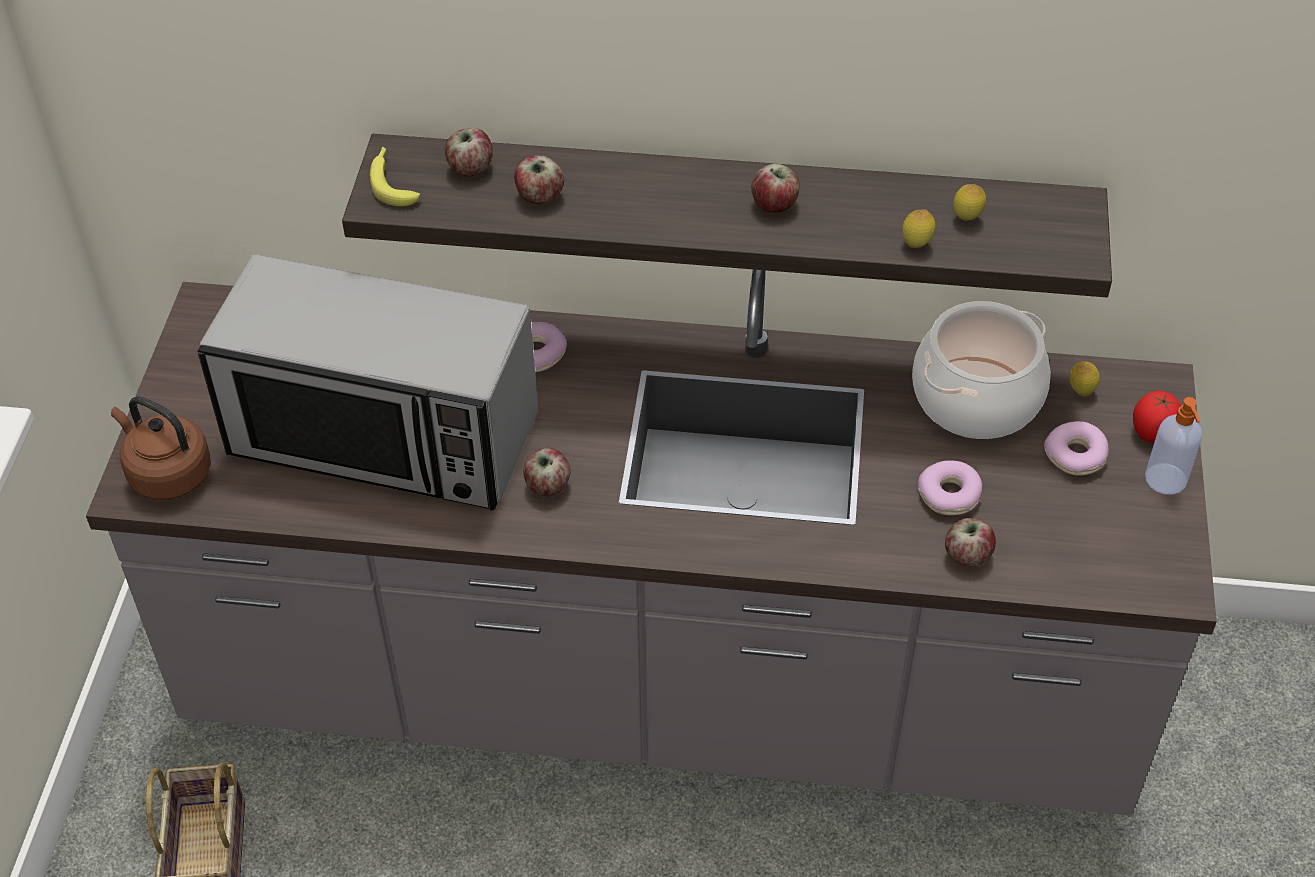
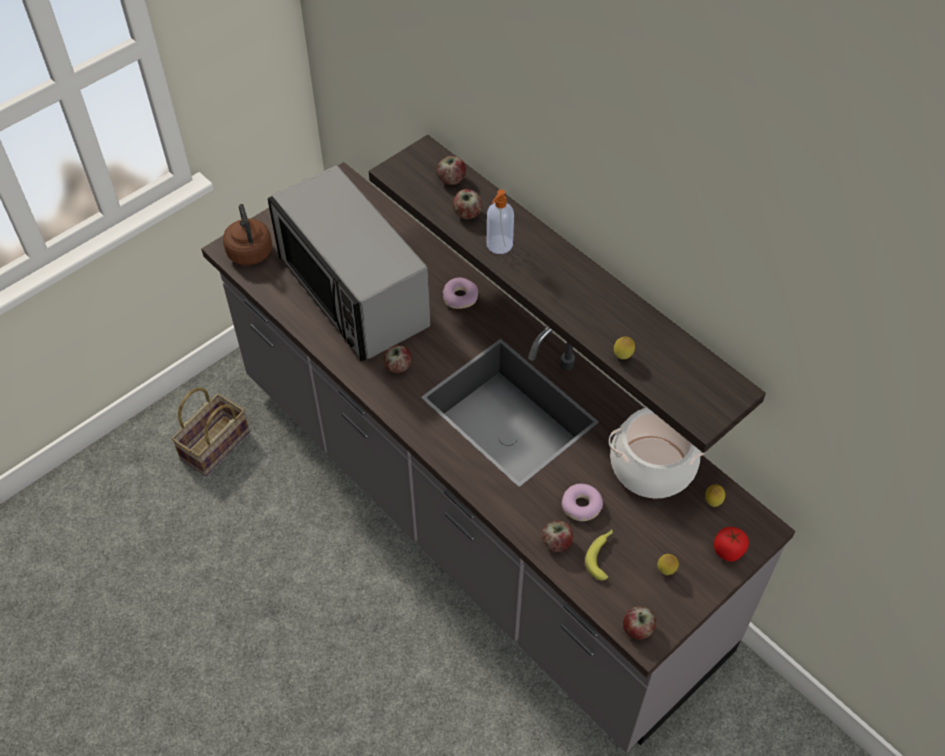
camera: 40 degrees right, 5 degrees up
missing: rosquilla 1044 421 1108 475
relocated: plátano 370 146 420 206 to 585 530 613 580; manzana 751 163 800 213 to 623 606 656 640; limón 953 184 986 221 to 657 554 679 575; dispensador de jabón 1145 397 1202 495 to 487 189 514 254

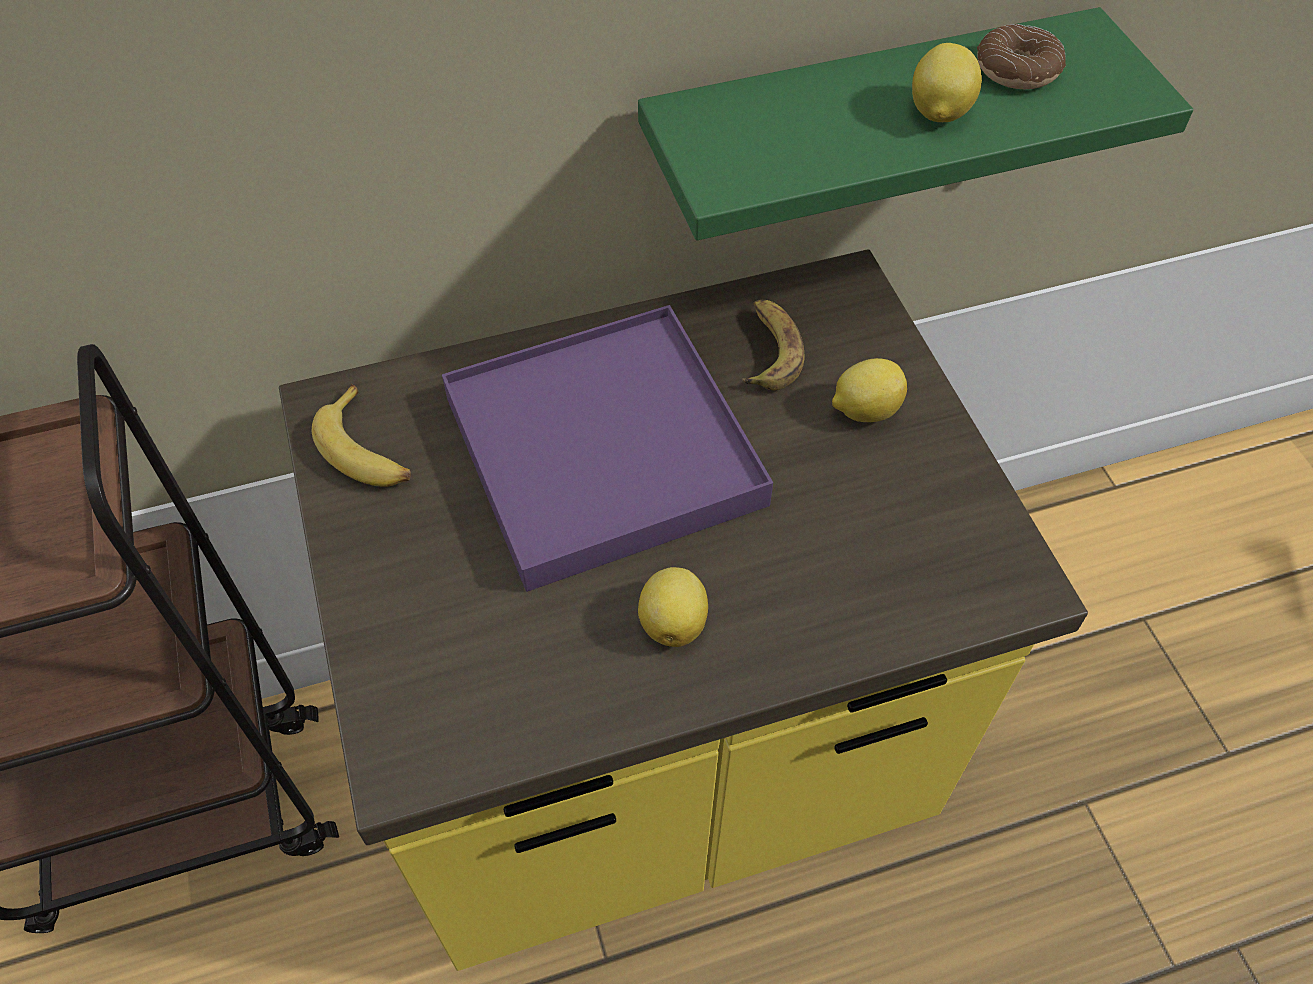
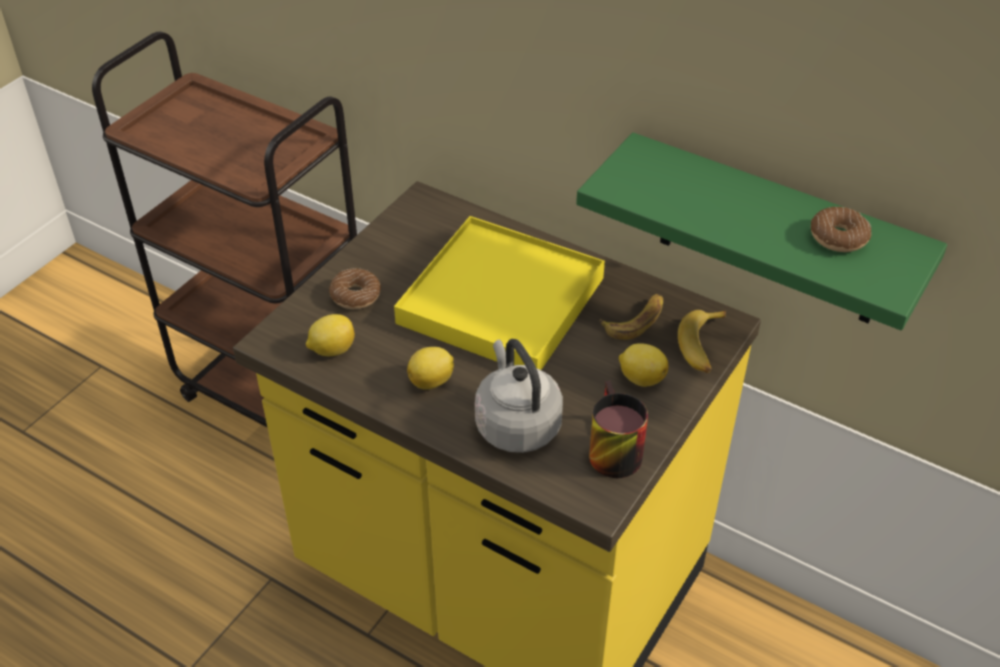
camera: 50 degrees right, 10 degrees down
appeared: rosquilla 329 268 381 309; hervidor (gris) 475 339 563 453; taza grande 589 381 648 478
relocated: plátano 312 384 411 487 to 678 310 726 373; limón 912 43 982 122 to 306 314 355 356
colour: bandeja (morado) 442 305 773 592 to bandeja (amarillo) 394 216 605 370

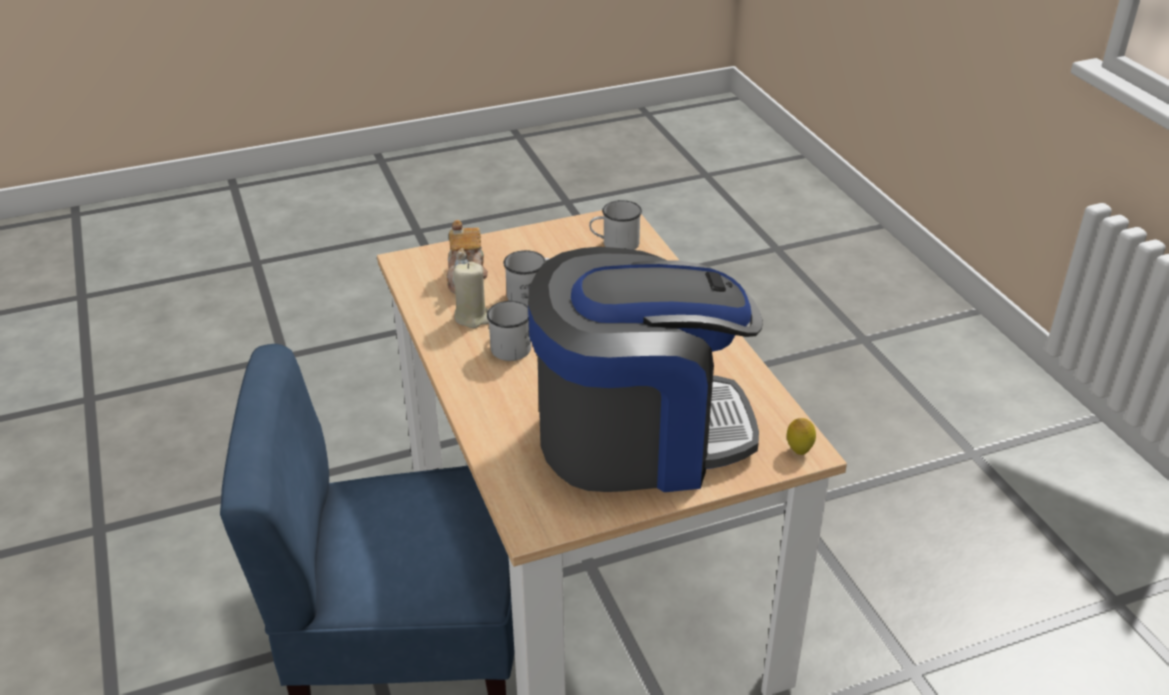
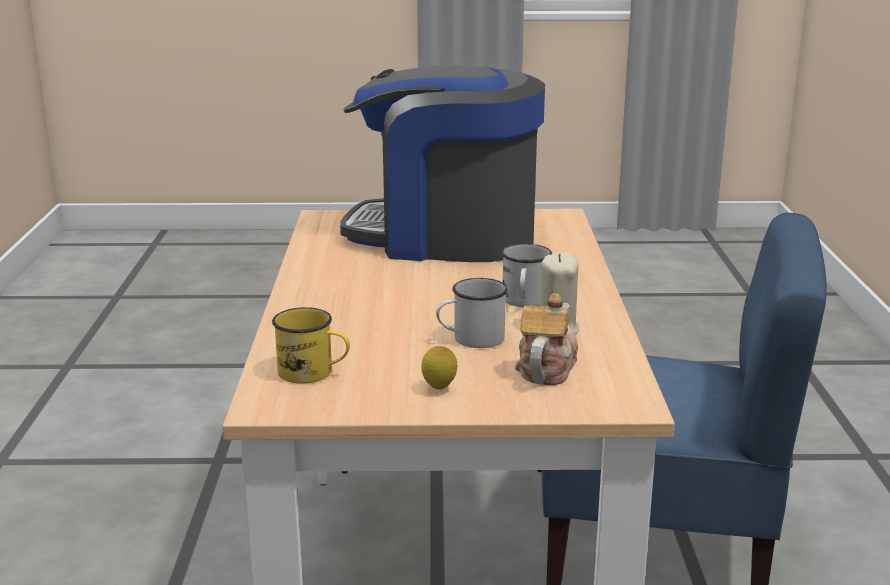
camera: 160 degrees left, 15 degrees down
relocated: limón 787 418 816 455 to 421 346 457 390
colour: taza grande (blanco) 589 200 642 250 to taza grande (amarillo) 272 307 350 384

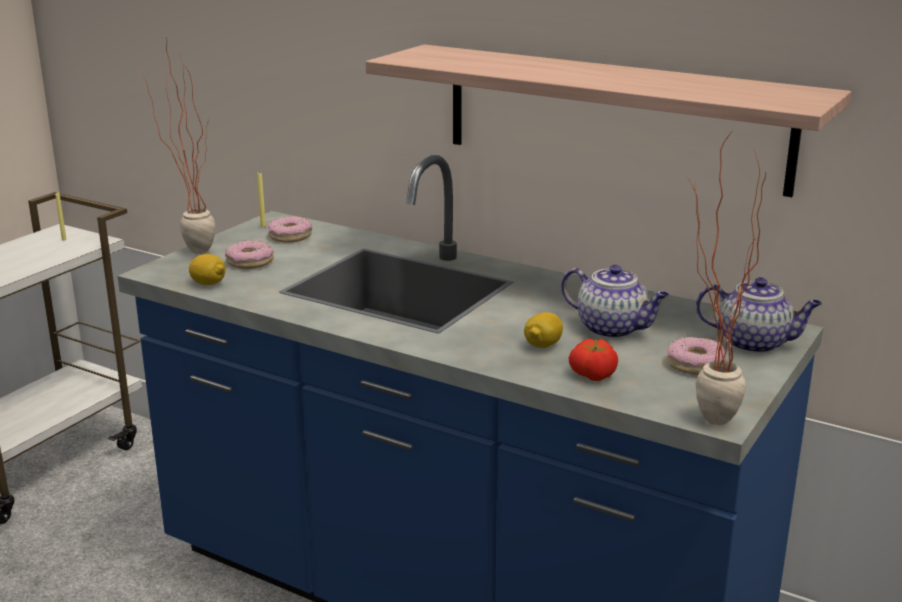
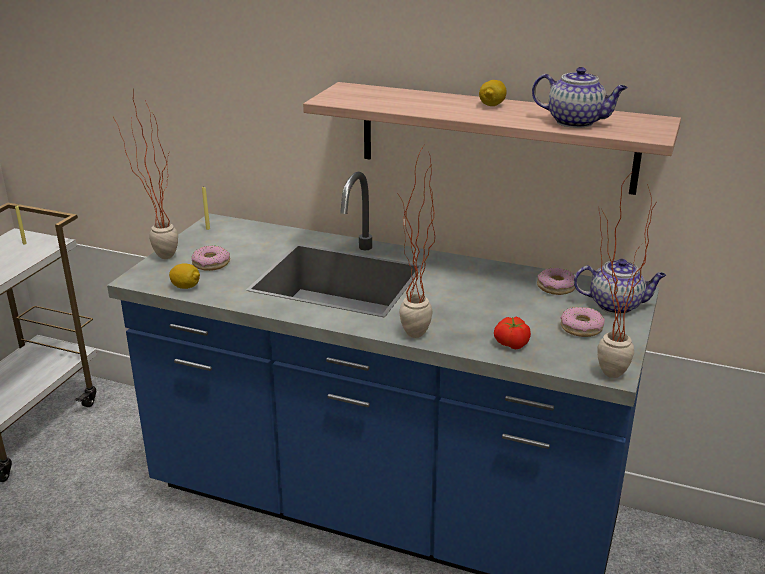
camera: 10 degrees left, 5 degrees up
appeared: planta en maceta 397 146 435 338
relocated: rosquilla 268 216 312 242 to 537 268 575 295; limón 524 312 563 348 to 479 80 506 106; tetera 561 265 669 338 to 532 67 628 128

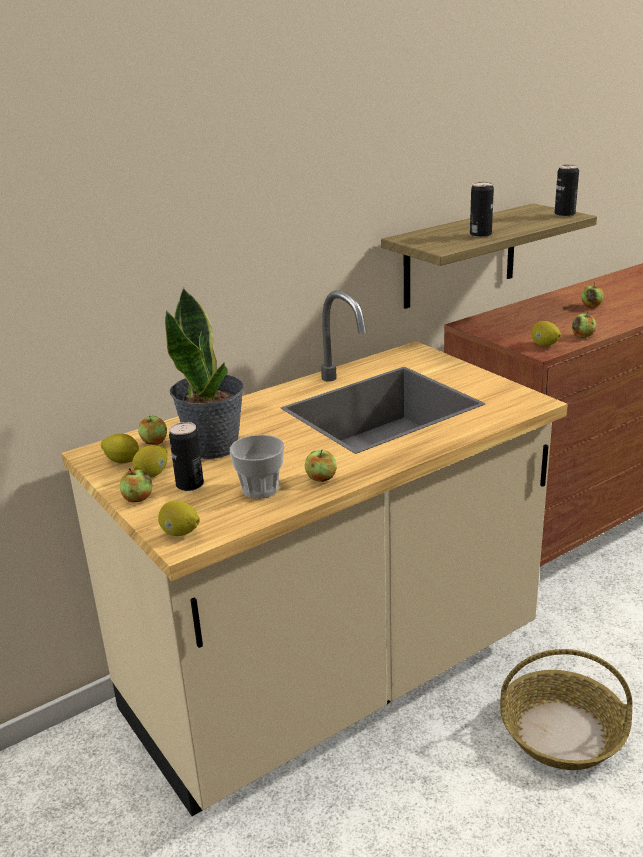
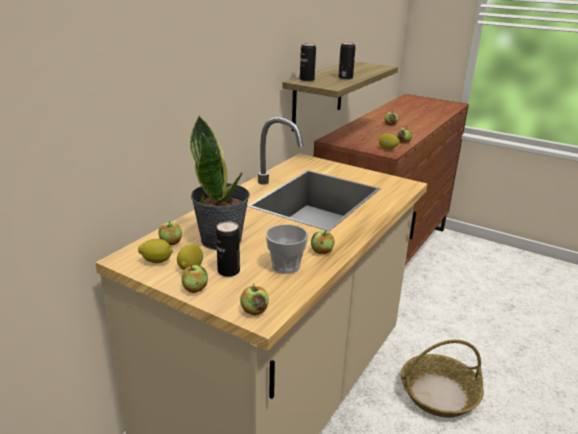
camera: 25 degrees left, 0 degrees up
relocated: lata 554 165 579 217 to 300 43 316 82
exchanged: limón 158 501 200 536 to manzana 240 284 269 315

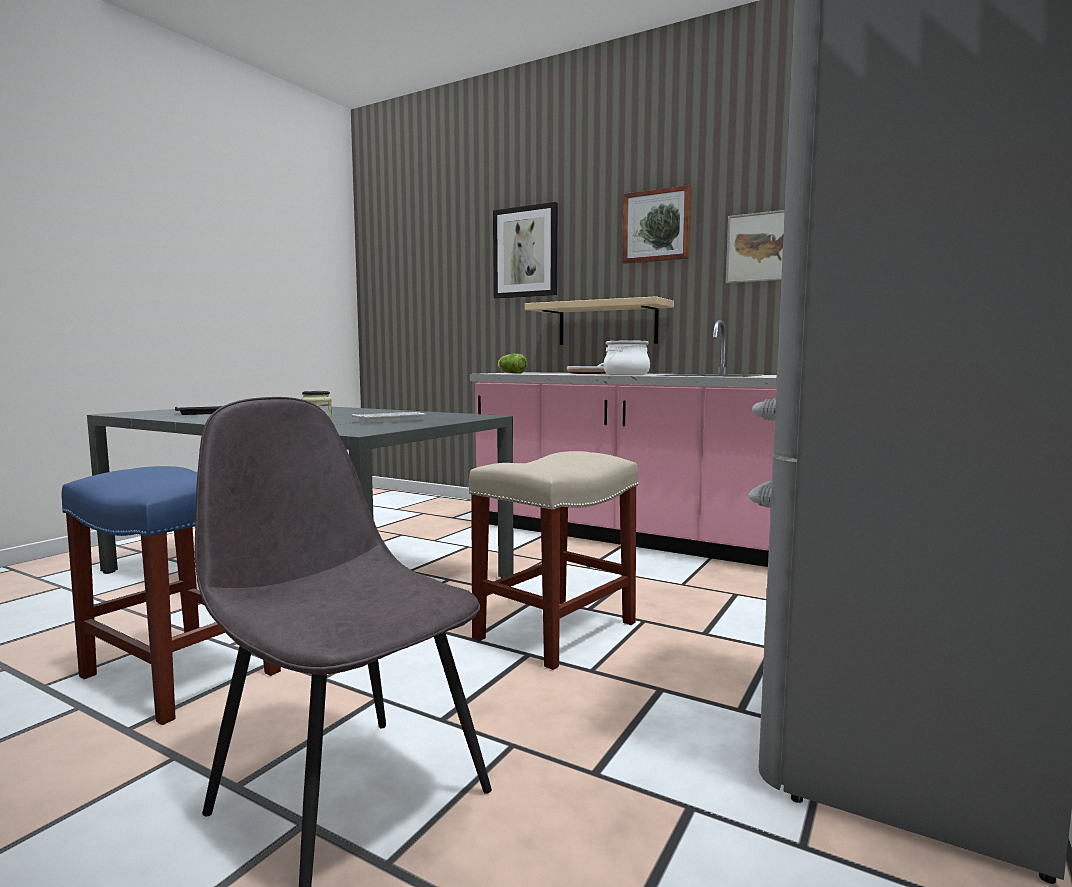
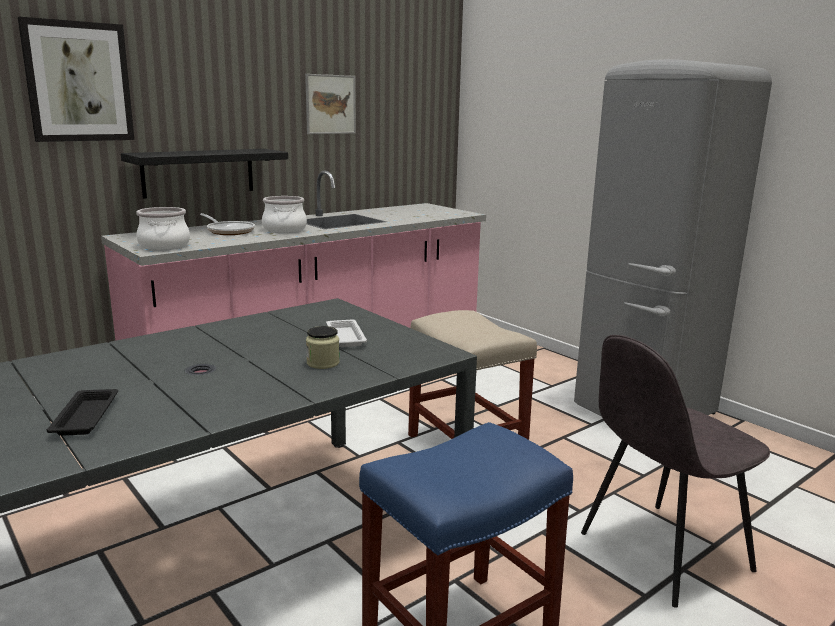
camera: 70 degrees left, 10 degrees up
missing: cuadro 622 185 692 264
exchanged: lechuga 498 354 527 374 to olla 136 207 190 250
colour: estante (beis) 525 296 674 345 to estante (negro) 121 149 288 199

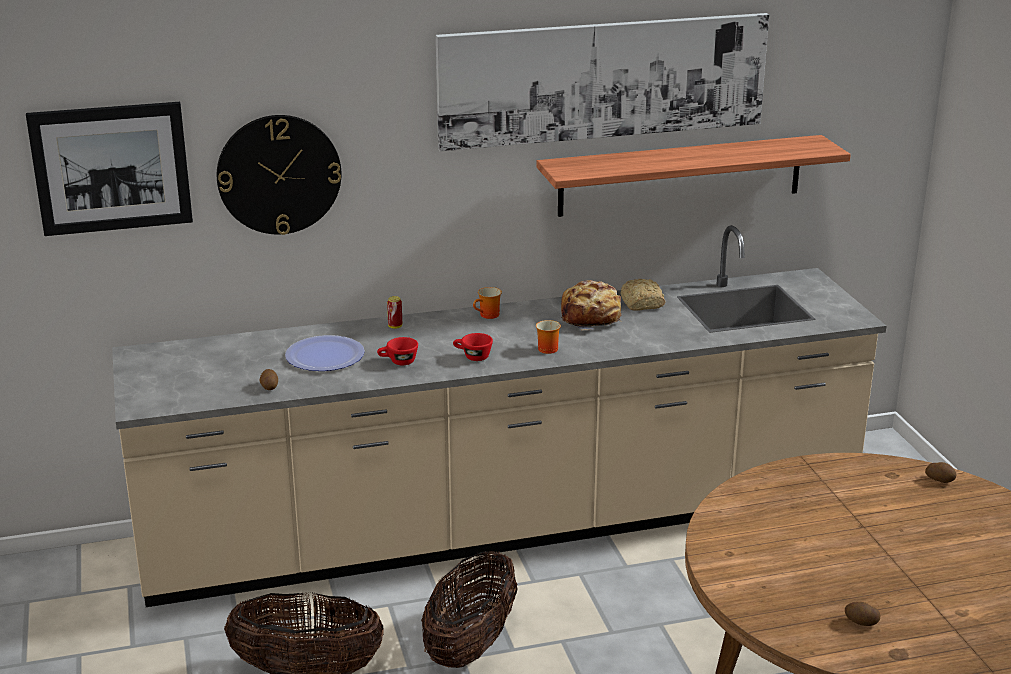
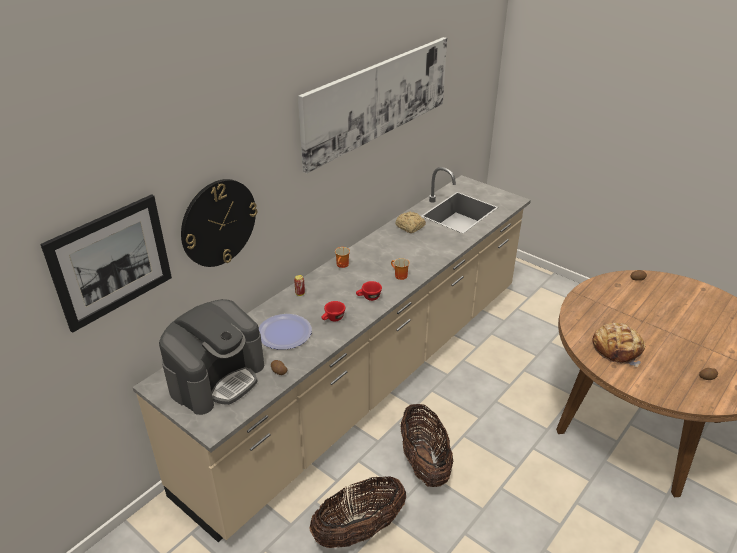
camera: 35 degrees left, 10 degrees up
missing: estante 536 135 851 217
appeared: cafetera 159 299 264 415
relocated: pan 561 280 622 331 to 592 323 645 367

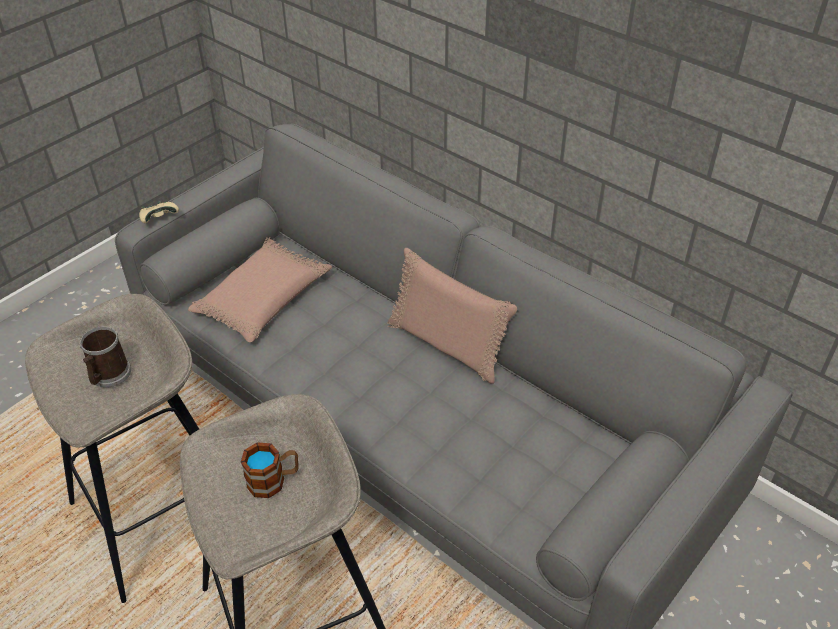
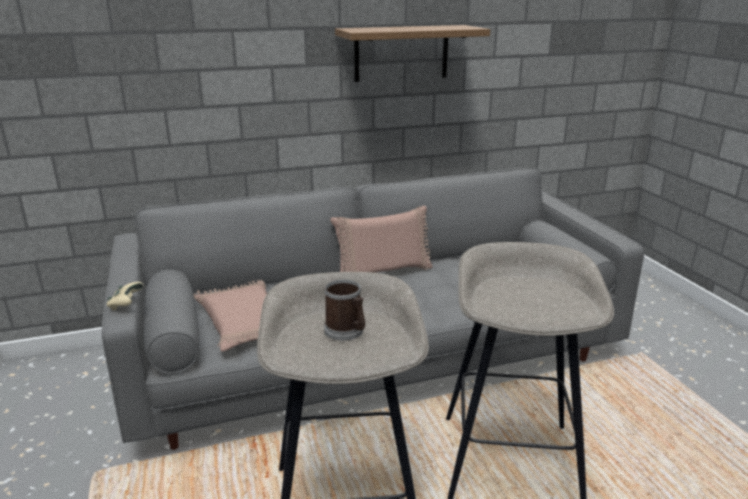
camera: 60 degrees left, 20 degrees down
missing: taza grande 241 442 299 498
appeared: estante 335 25 490 82

